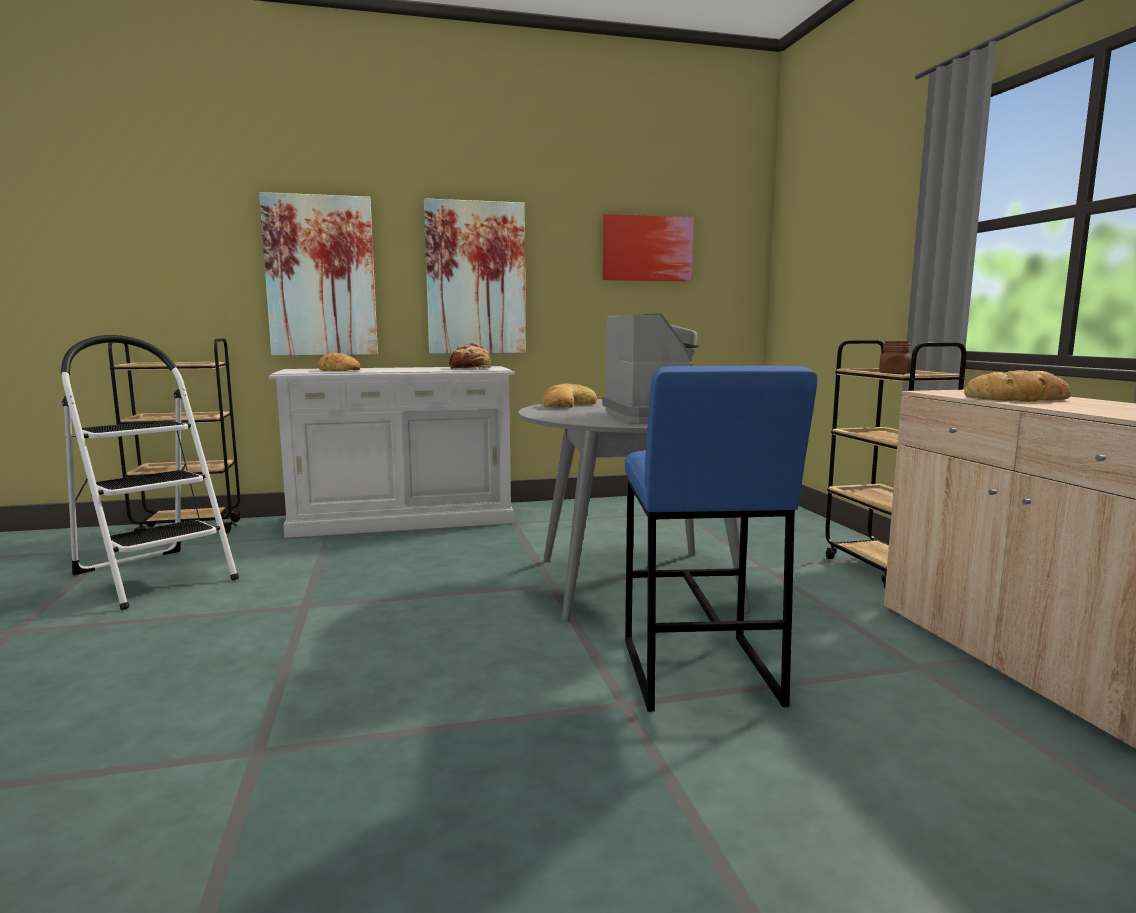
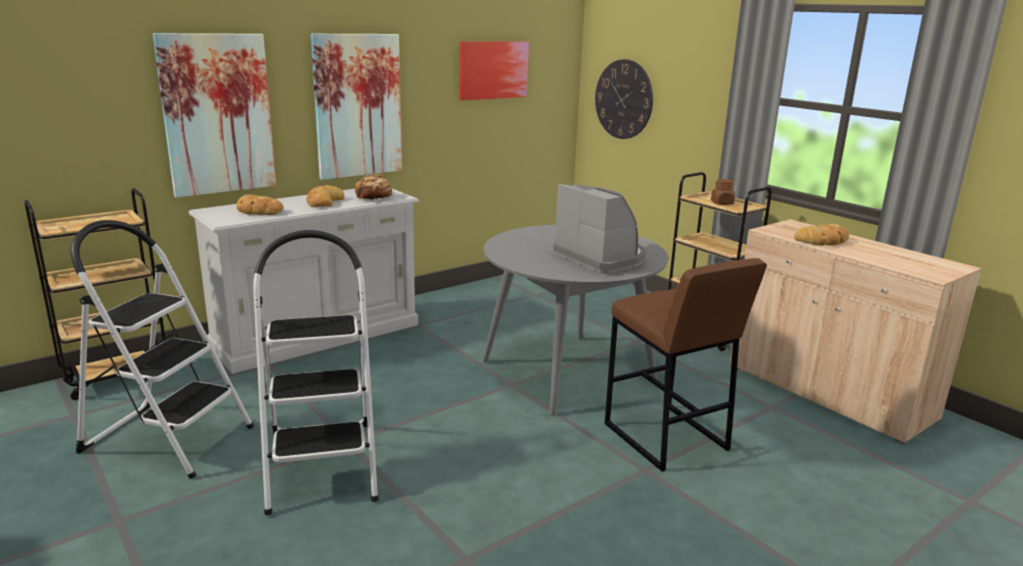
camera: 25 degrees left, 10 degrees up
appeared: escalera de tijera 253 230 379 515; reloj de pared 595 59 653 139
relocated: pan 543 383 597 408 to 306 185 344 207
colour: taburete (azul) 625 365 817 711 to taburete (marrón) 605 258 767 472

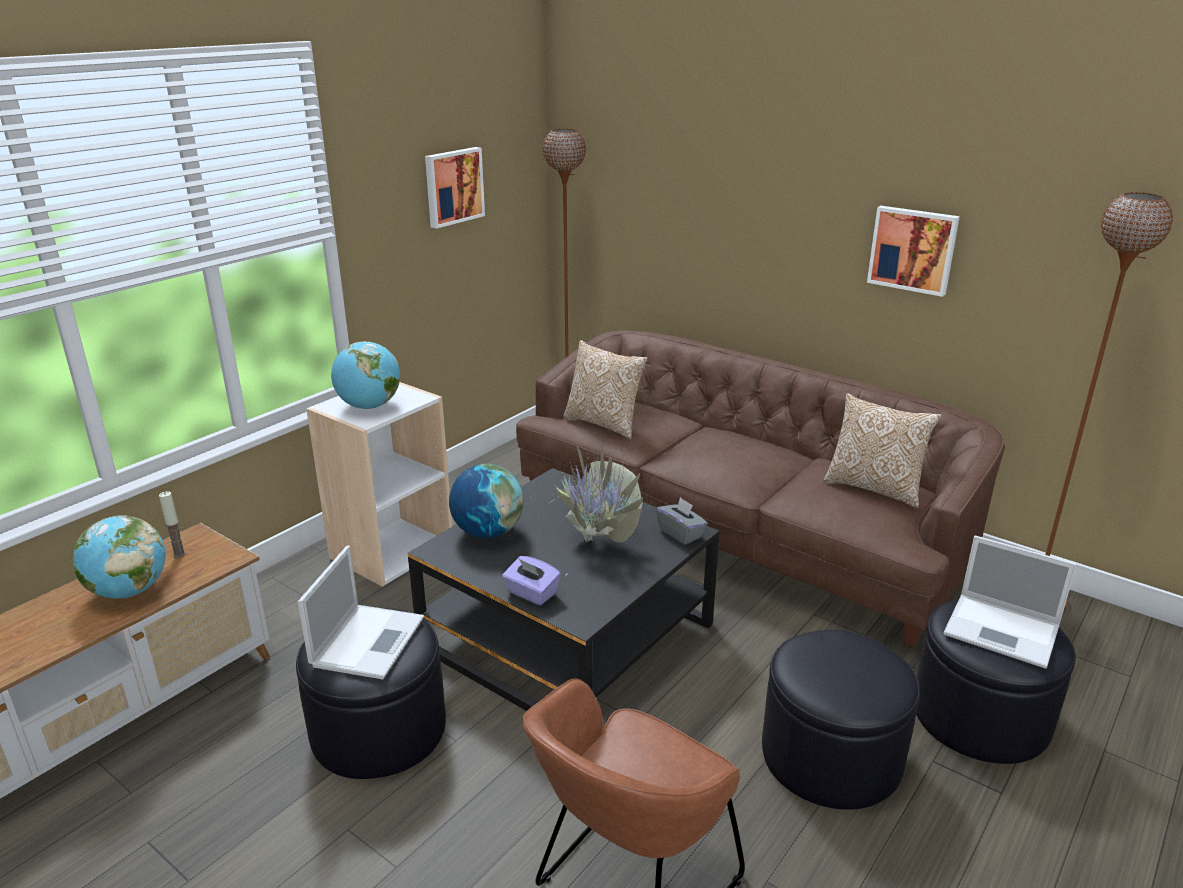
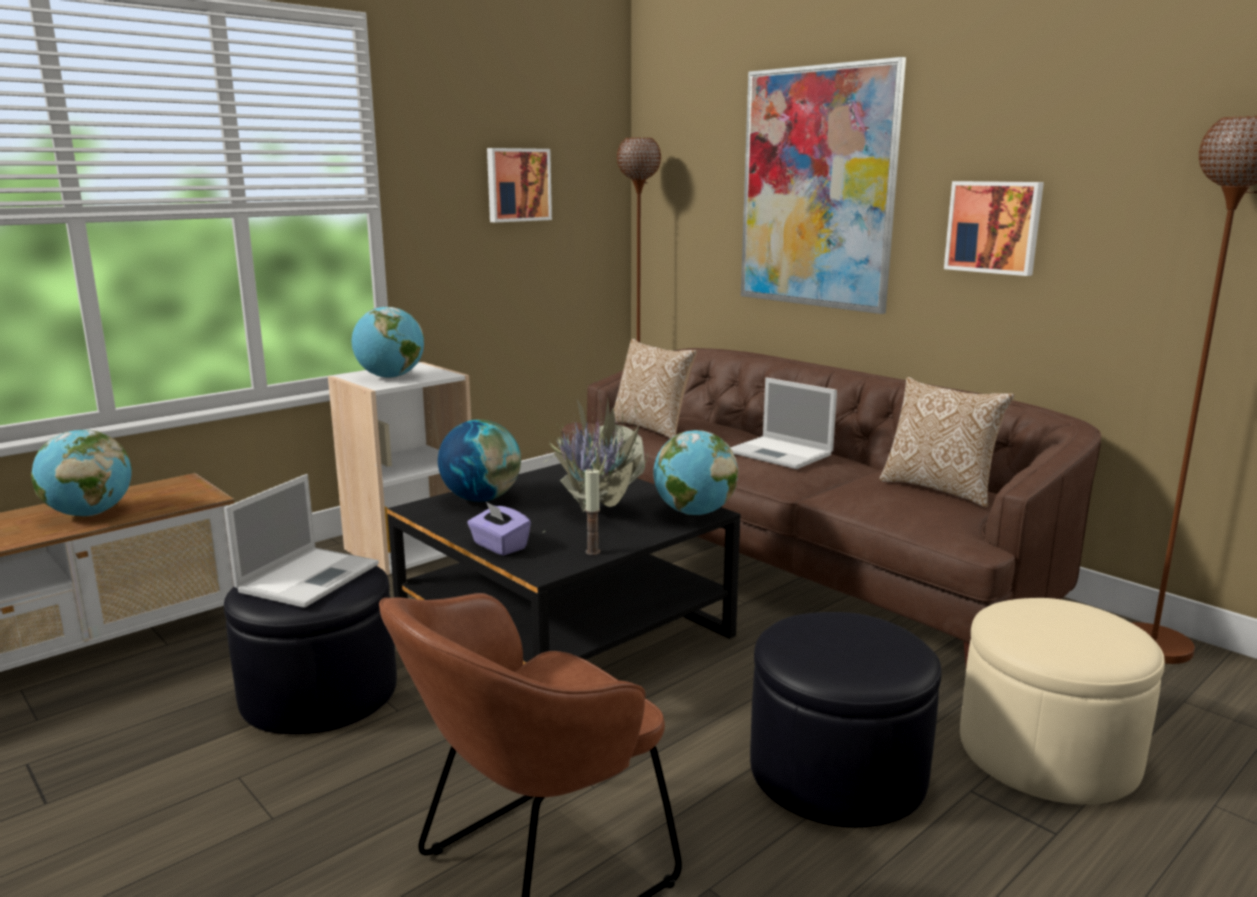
camera: 10 degrees right, 10 degrees down
appeared: cuadro 741 57 906 314
relocated: vela 159 491 186 558 to 585 469 600 555; portátil 943 535 1077 669 to 730 377 837 469
exchanged: caja de pañuelos (gris) 656 497 708 545 to globo terráqueo 653 430 738 515
colour: puf (negro) 916 599 1076 764 to puf (beis) 960 598 1165 805

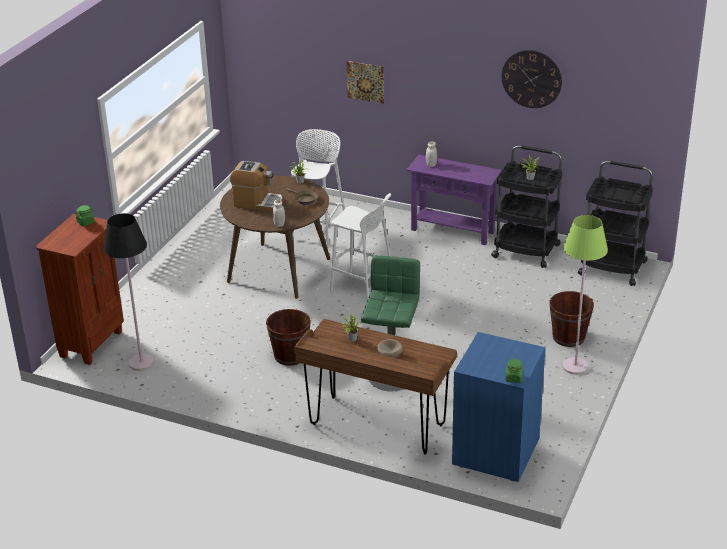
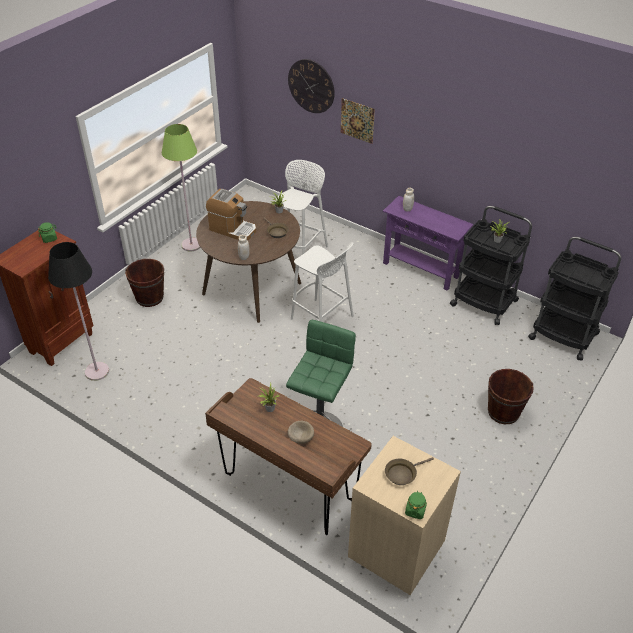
camera: 10 degrees right, 10 degrees up
appeared: sartén (marrón) 385 457 434 485
relocated: cubo (marrón) 266 309 311 366 to 125 259 164 307; reloj de pared 502 50 562 108 to 288 59 335 113; lámpara de pie (verde) 562 215 608 375 to 162 124 201 252
colour: cómoda (azul) 452 332 546 482 to cómoda (beis) 348 436 461 595

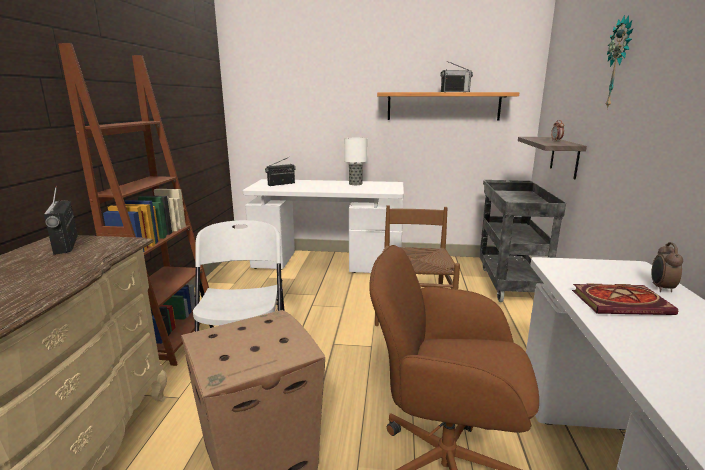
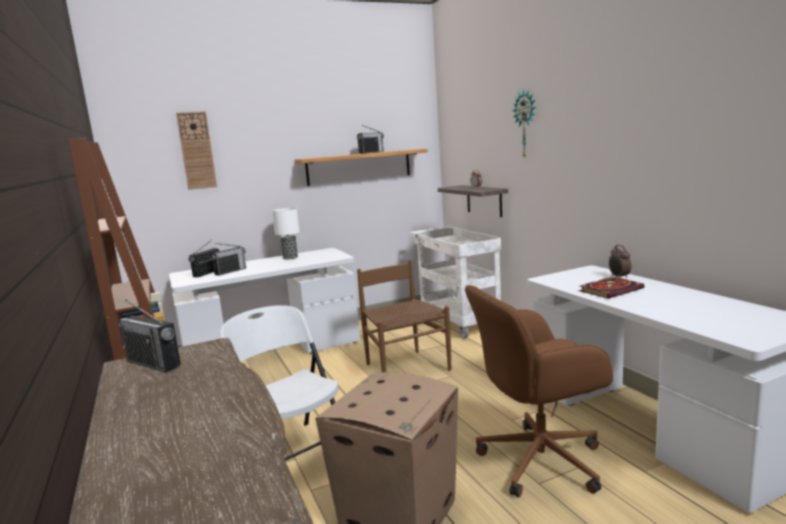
camera: 30 degrees left, 5 degrees down
appeared: reloj de pared 176 111 217 190; radio 211 243 246 276
colour: carrito (negro) 480 180 566 302 to carrito (blanco) 410 226 501 338

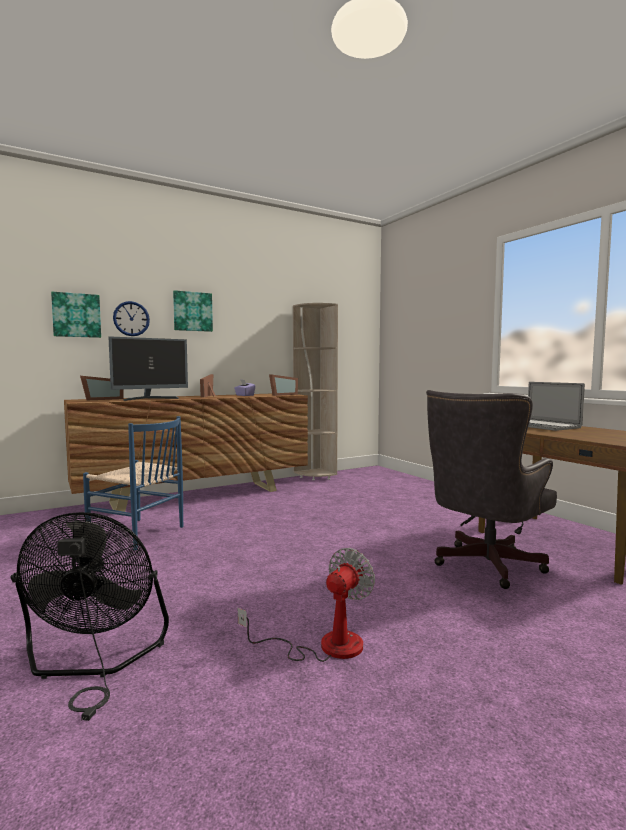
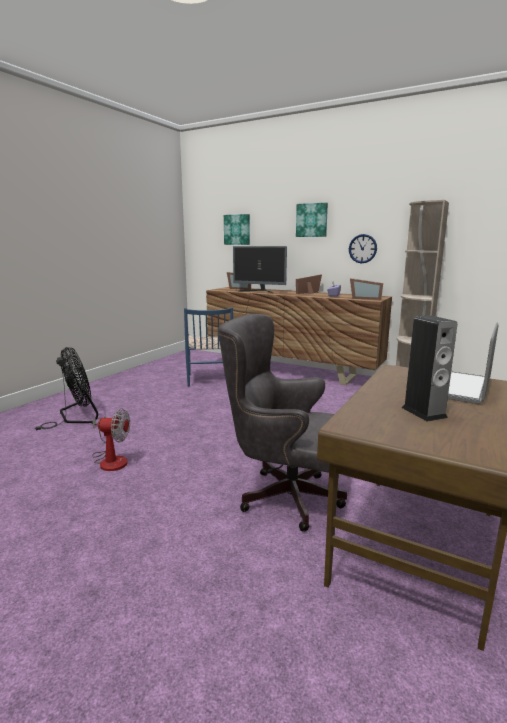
camera: 60 degrees right, 10 degrees up
appeared: altavoz 402 315 457 422
relocated: reloj de pared 113 301 150 336 to 349 234 377 264

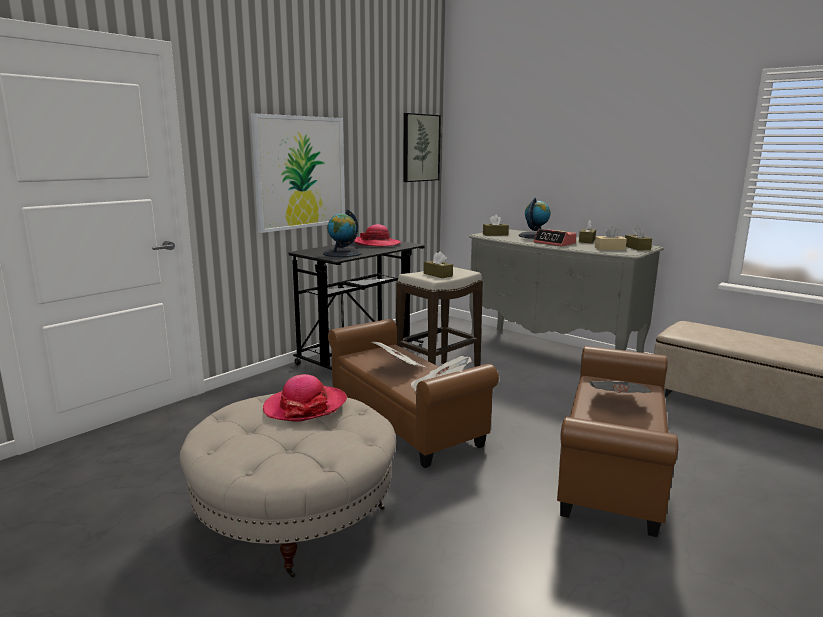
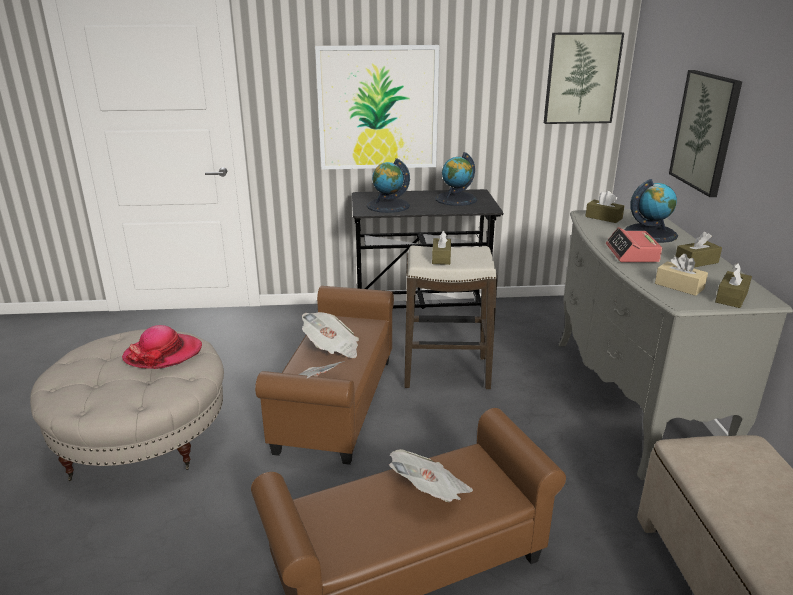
camera: 45 degrees right, 10 degrees up
appeared: cuadro 669 70 742 197
exchanged: sombrero 354 224 402 247 to globo terráqueo 435 152 477 206

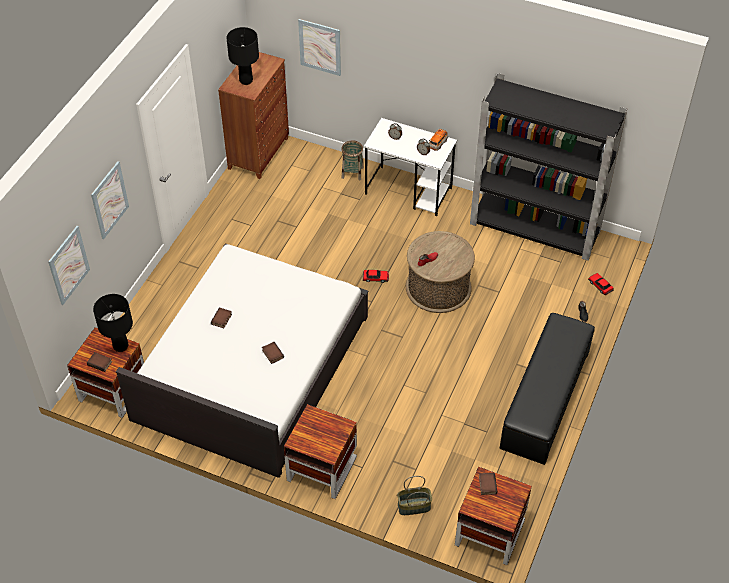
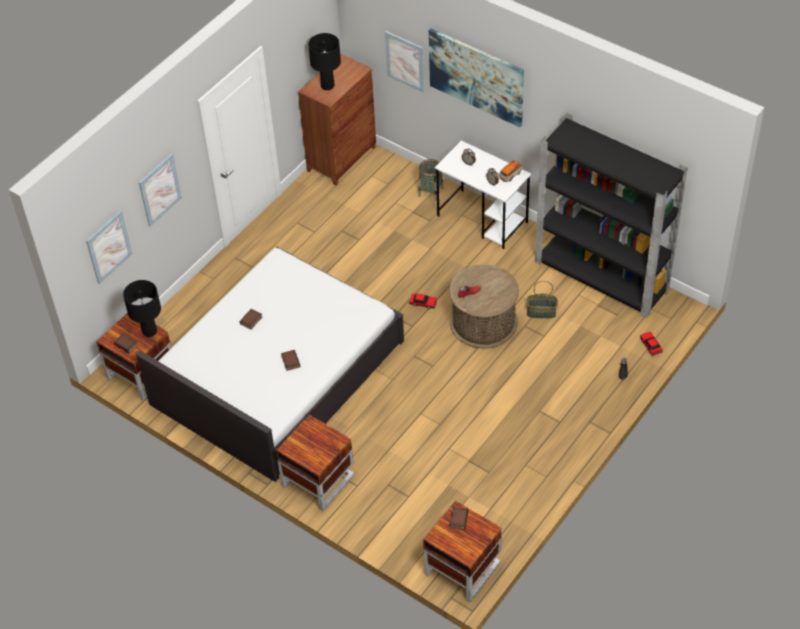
camera: 15 degrees right, 0 degrees up
missing: banco (negro) 499 313 595 465
appeared: cuadro 429 28 524 127
relocated: cesta 397 476 432 515 to 527 281 557 318

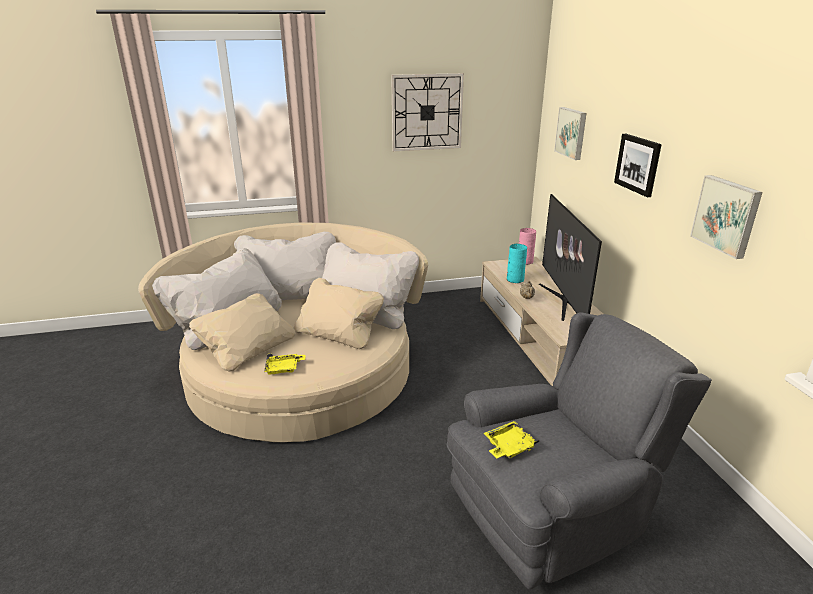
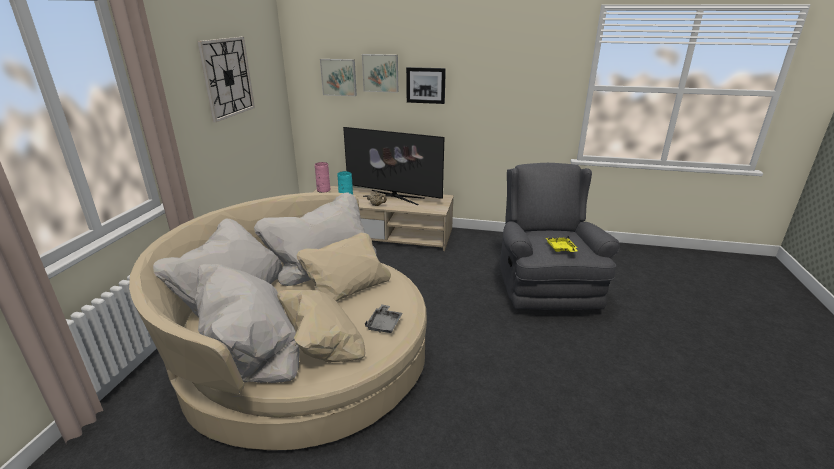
camera: 65 degrees left, 0 degrees up
relocated: cuadro 690 175 763 259 to 362 54 398 93
colour: bandeja (amarillo) 264 354 306 375 to bandeja (gris) 365 304 402 333

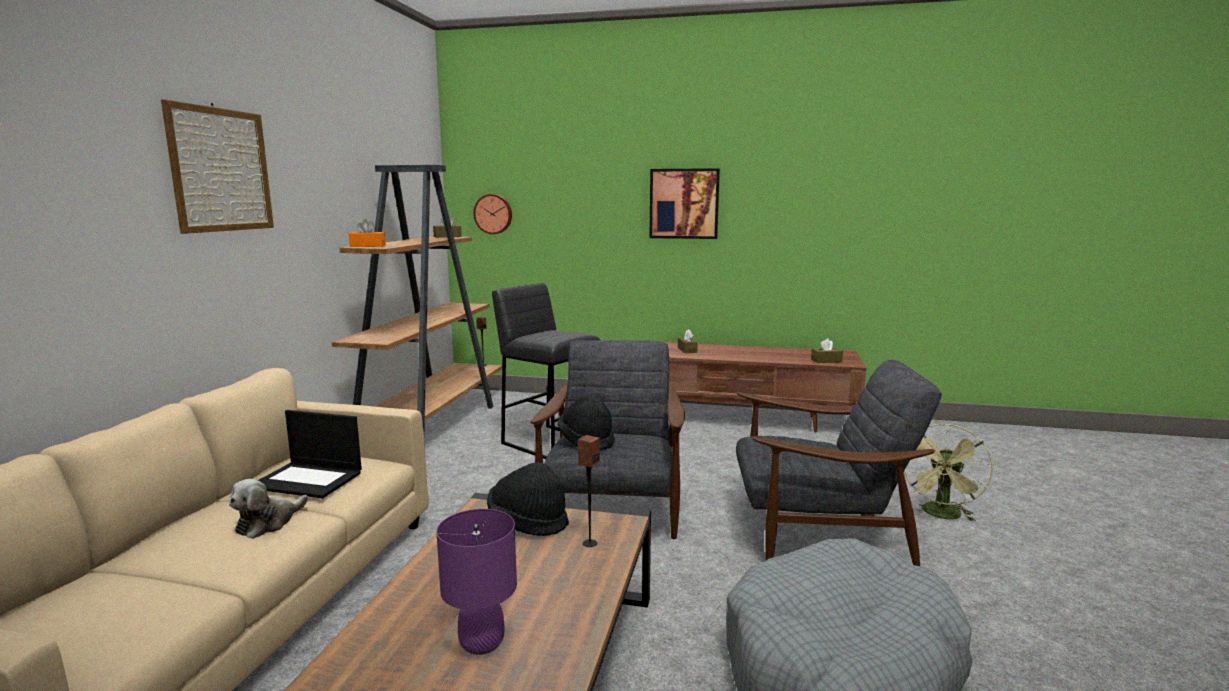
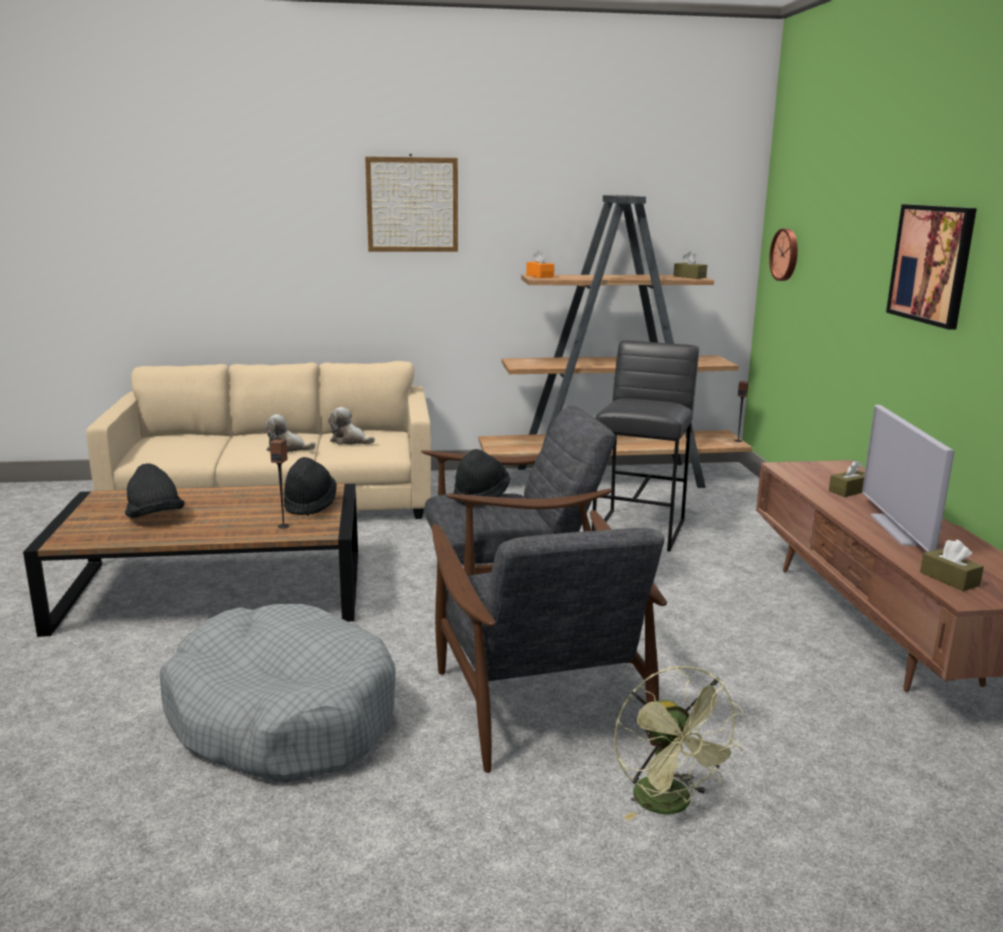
camera: 70 degrees right, 5 degrees up
appeared: televisor 862 405 955 552
exchanged: portátil 258 410 362 498 to peluche 328 407 375 445; lámpara de mesa (morado) 436 509 517 655 to sombrero (negro) 125 463 185 518
spun: ventilador (verde) 904 424 993 522 = 614 666 744 821 120 degrees counterclockwise

